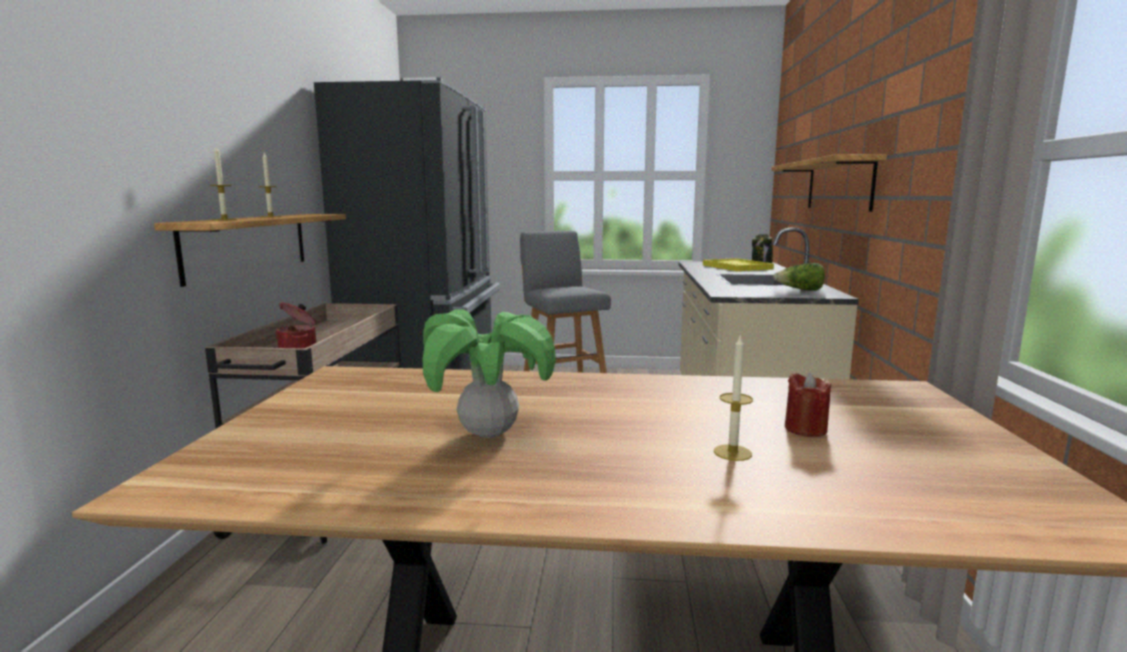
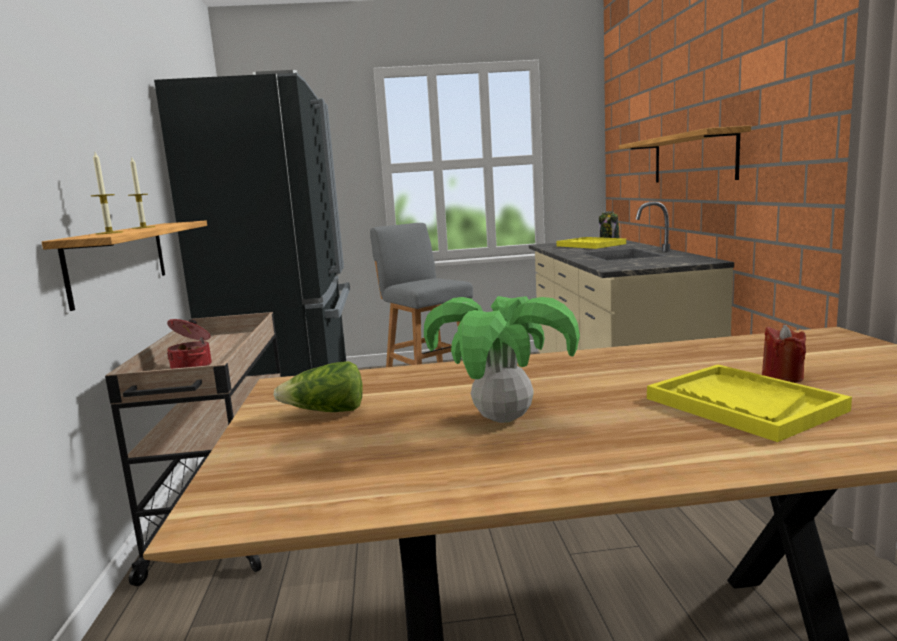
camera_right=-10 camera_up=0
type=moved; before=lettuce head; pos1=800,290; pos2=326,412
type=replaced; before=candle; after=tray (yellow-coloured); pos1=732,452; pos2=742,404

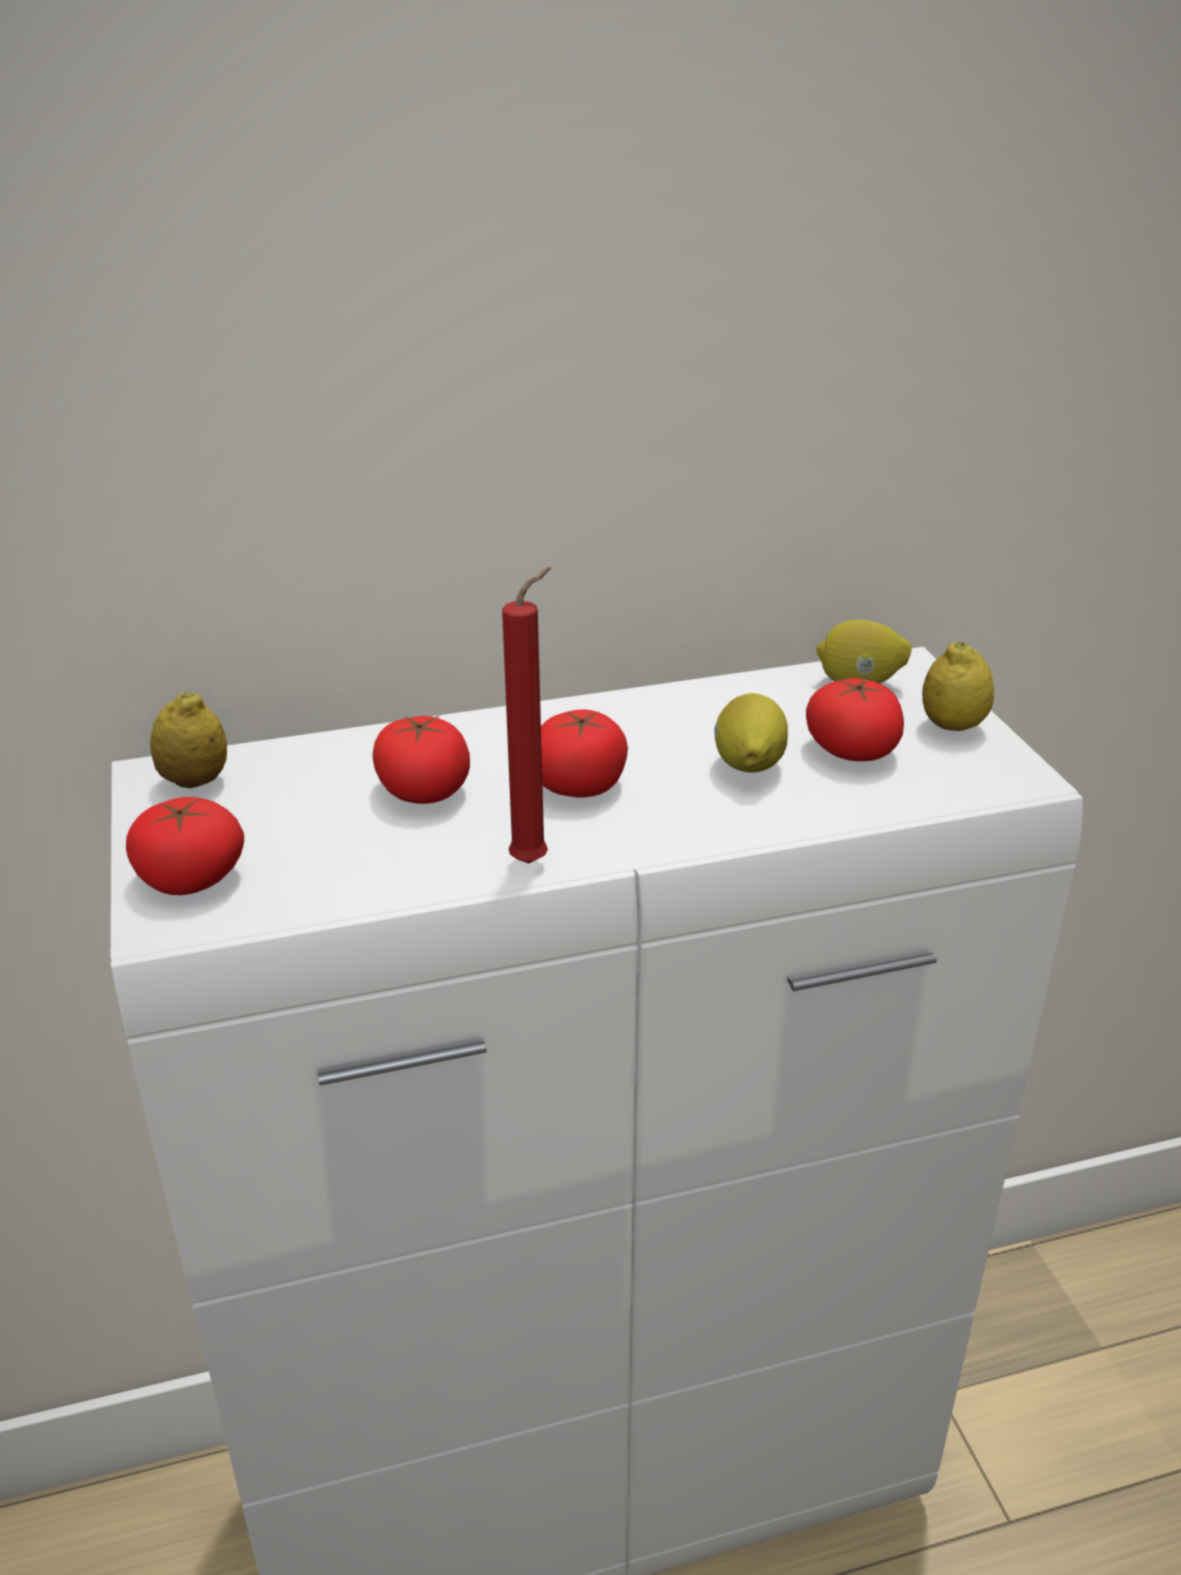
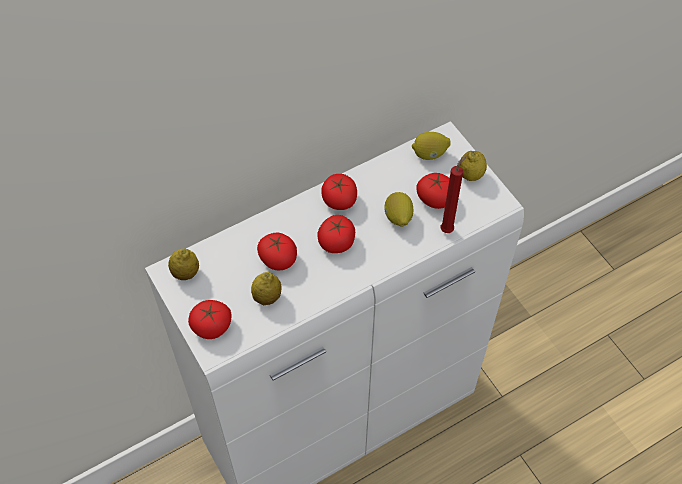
camera_right=-15 camera_up=25
type=moved; before=candle (red); pos1=534,861; pos2=448,229
type=added; after=whole tomato; pos2=339,200
type=added; after=whole lemon; pos2=267,297

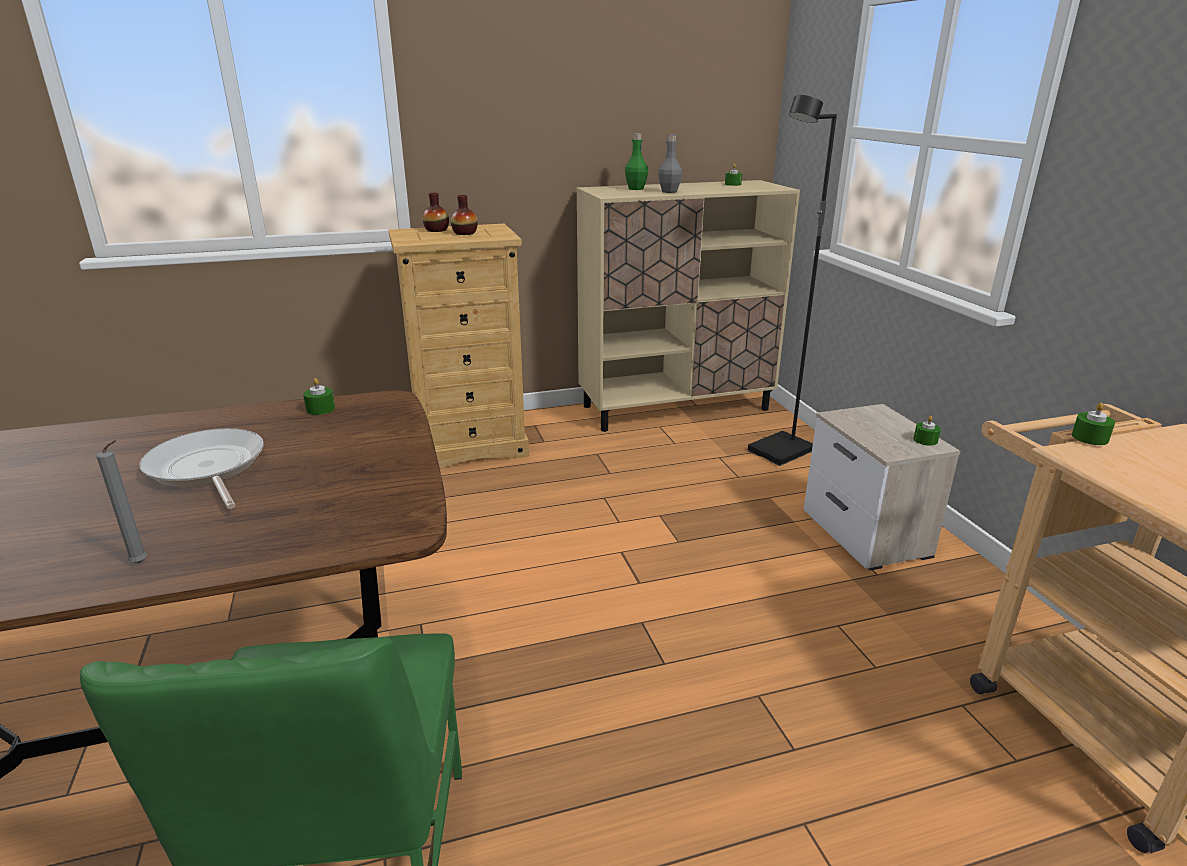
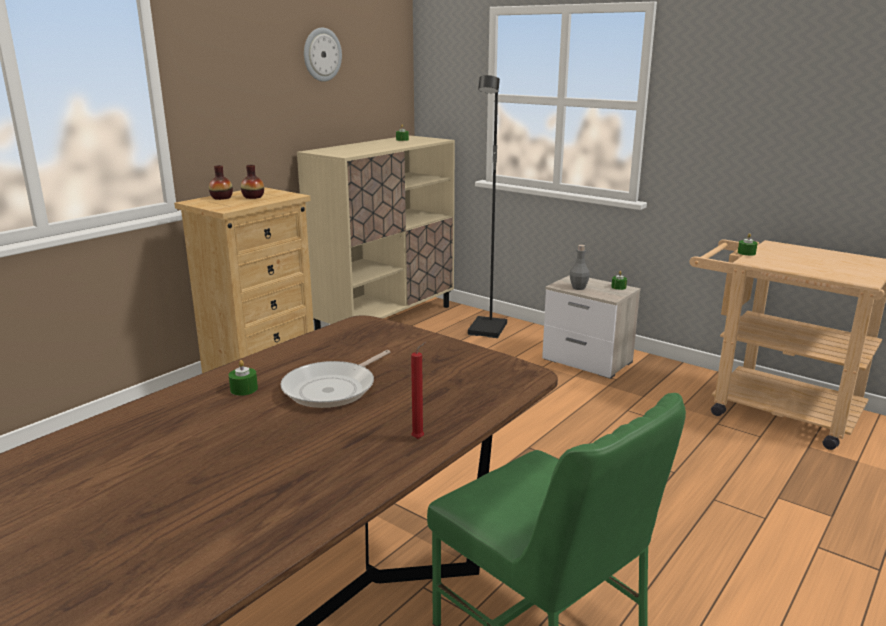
camera_right=-35 camera_up=-5
type=removed; before=bottle (green); pos1=636,189
type=moved; before=bottle (greyish); pos1=669,191; pos2=578,288
type=moved; before=candle (green); pos1=320,409; pos2=244,389
type=turned; before=skillet; pos1=207,469; pos2=333,389; turn=-75
type=recoloured; before=candle (greyish); after=candle (red); pos1=142,563; pos2=419,438
type=added; after=wall clock; pos2=321,54

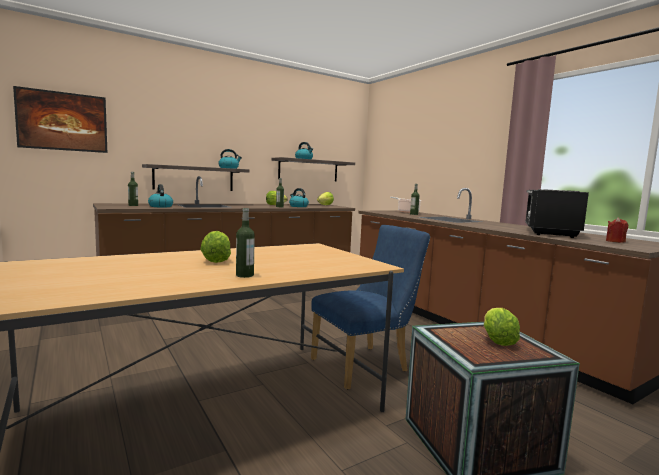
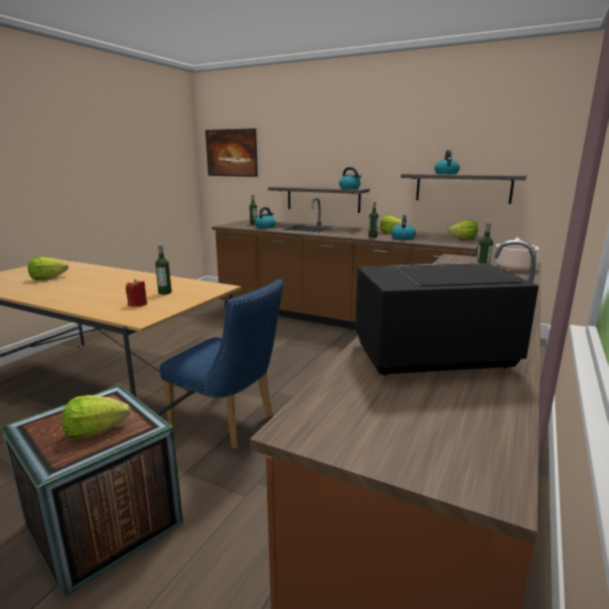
camera_right=60 camera_up=10
type=moved; before=bottle; pos1=244,275; pos2=165,293
type=moved; before=candle (red); pos1=615,241; pos2=138,304
type=moved; before=lettuce head; pos1=216,260; pos2=47,278

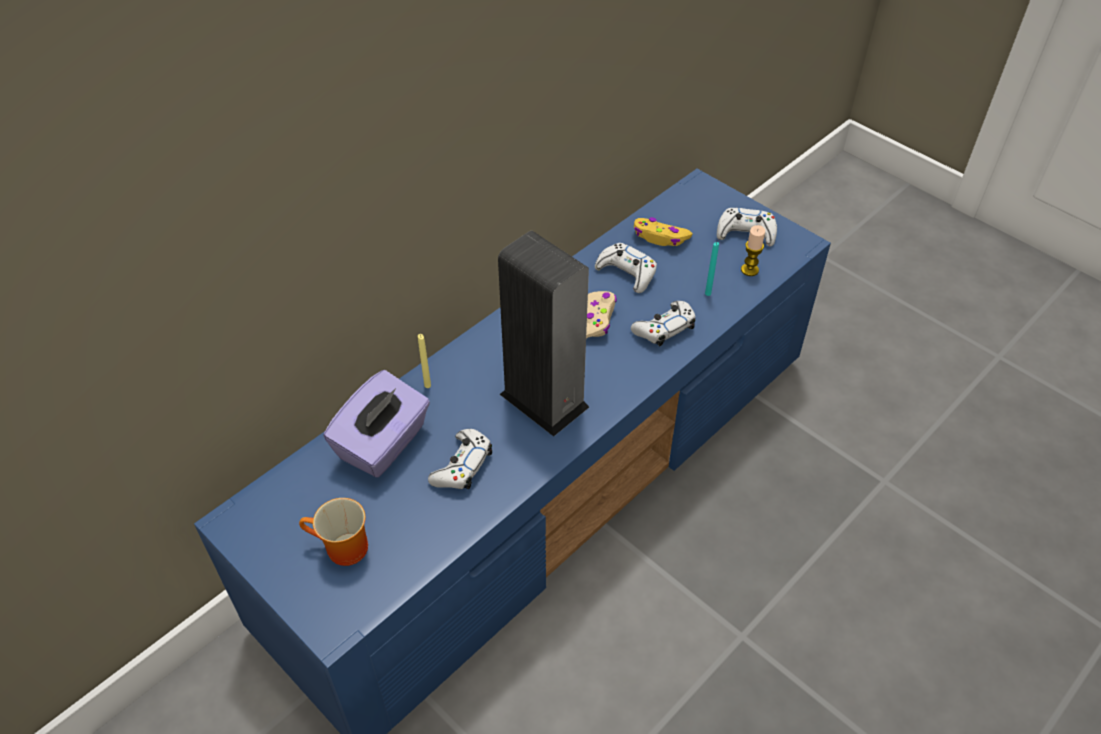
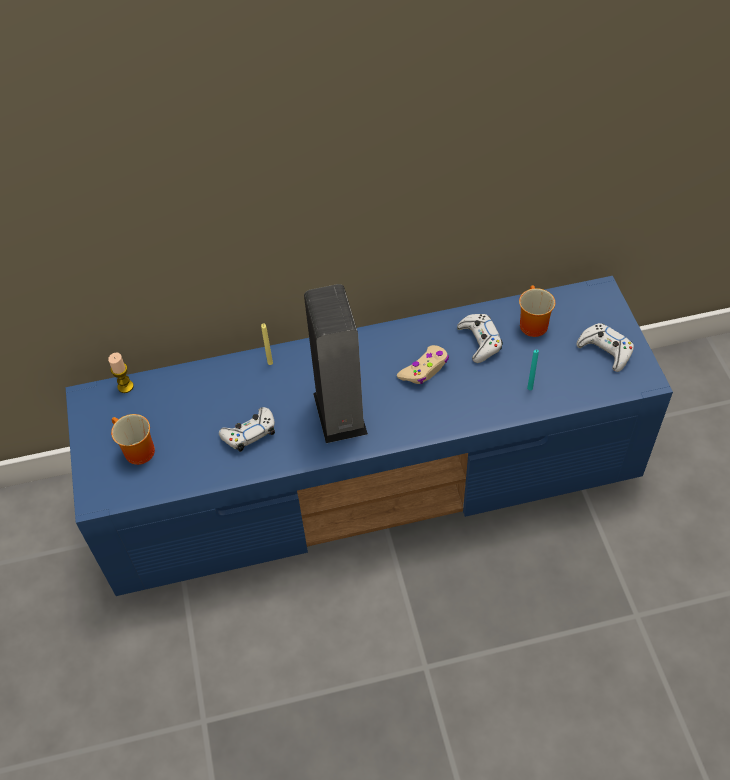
camera_right=35 camera_up=5
type=replaced; before=game controller (yellow-coloured); after=tea mug; pos1=660,237; pos2=530,323
type=moved; before=candle; pos1=749,270; pos2=125,386
type=removed; before=game controller (white-coloured); pos1=664,328
type=removed; before=tissue holder (purple); pos1=383,444

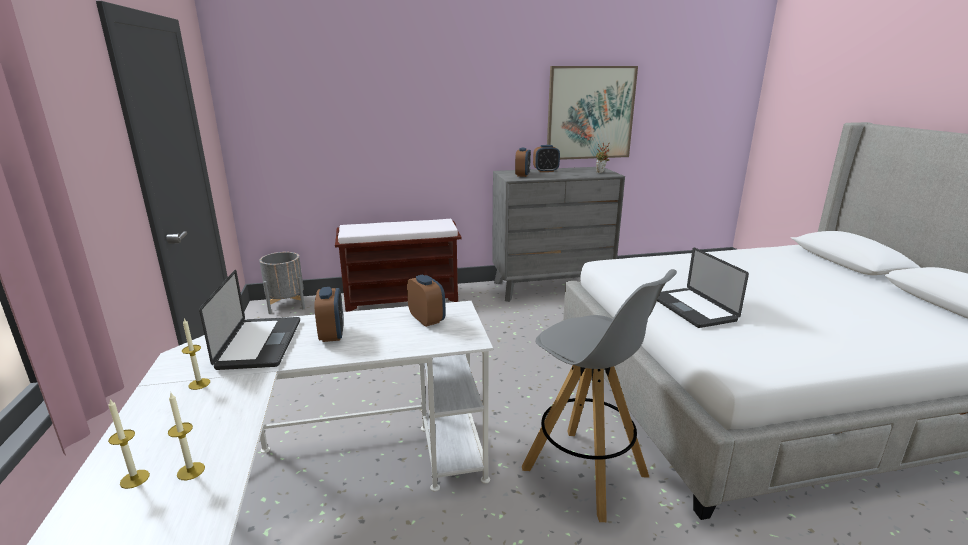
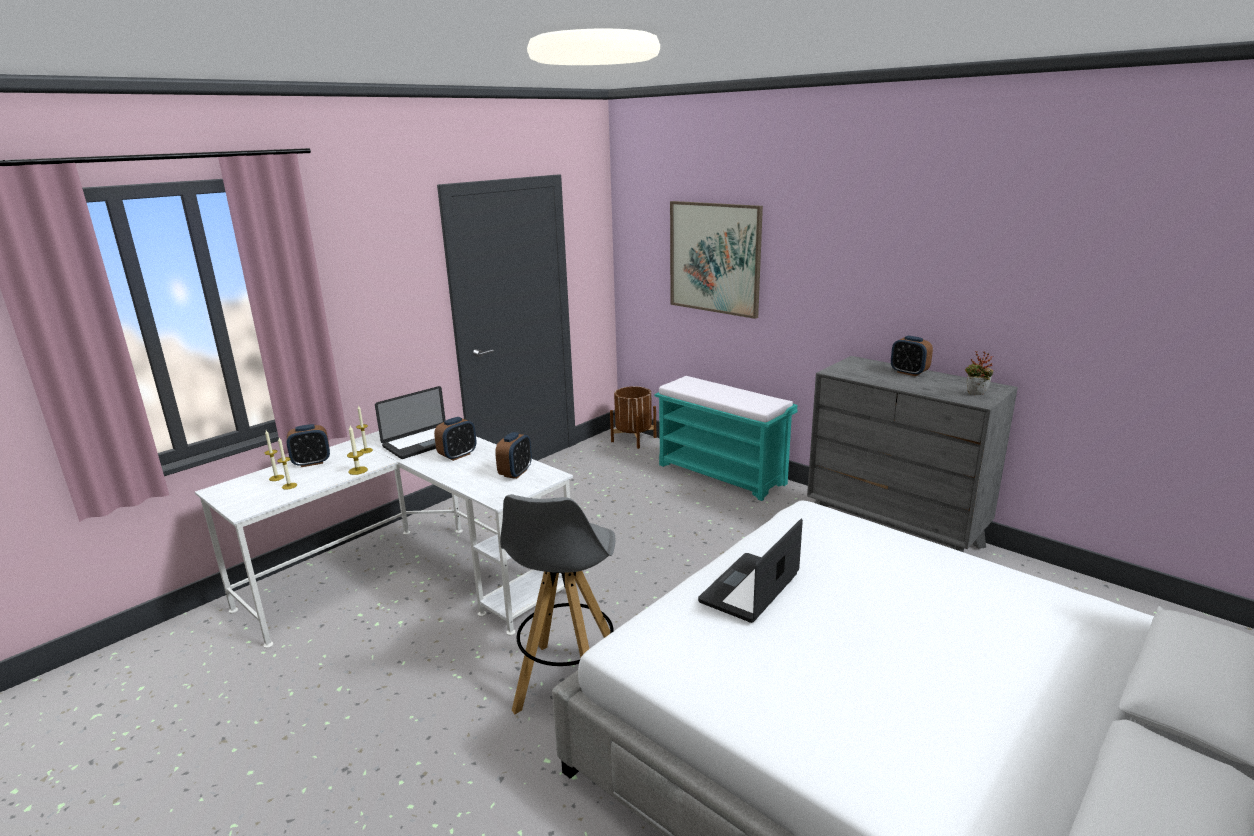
camera_right=55 camera_up=0
type=moved; before=wall picture; pos1=590,113; pos2=714,258
type=moved; before=table clock; pos1=522,175; pos2=311,462
type=recoloured; before=long seat (brownish); after=long seat (turquoise); pos1=402,298; pos2=722,474
type=recoloured; before=flower pot (greyish); after=flower pot (brownish); pos1=286,304; pos2=633,439
type=added; after=candle; pos2=358,470

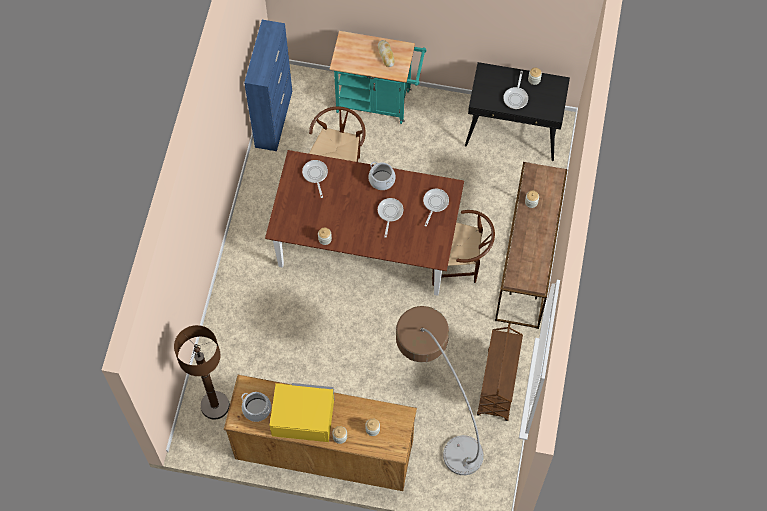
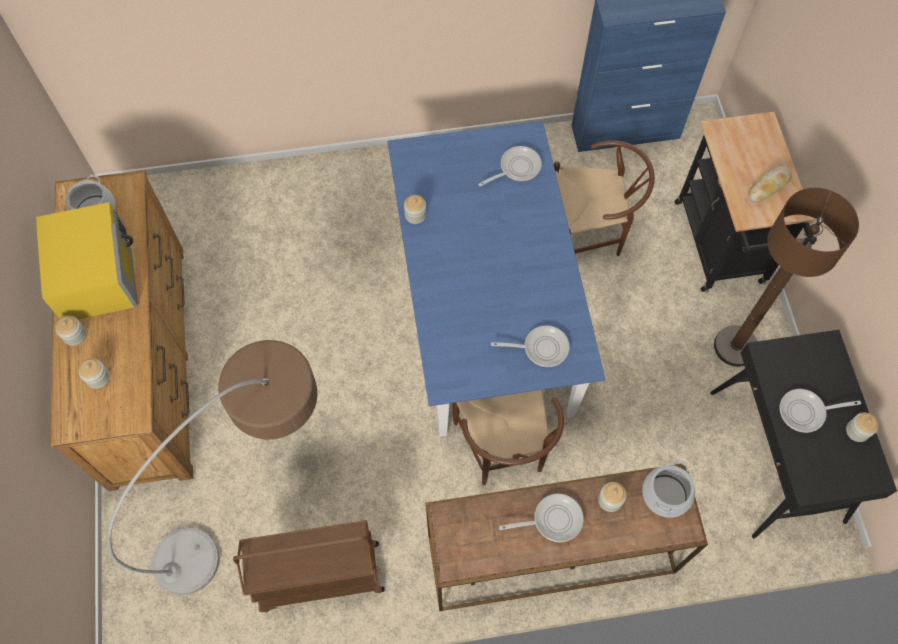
camera_right=70 camera_up=0
type=recoloured; before=cart (turquoise); after=cart (black); pos1=378,101; pos2=722,249
type=recoloured; before=dining table (brownish); after=dining table (blue); pos1=366,244; pos2=484,309
type=moved; before=cooking pot; pos1=381,180; pos2=665,494
type=moved; before=skillet; pos1=389,213; pos2=553,519
type=moved; before=standard lamp (brownish); pos1=215,405; pos2=735,346

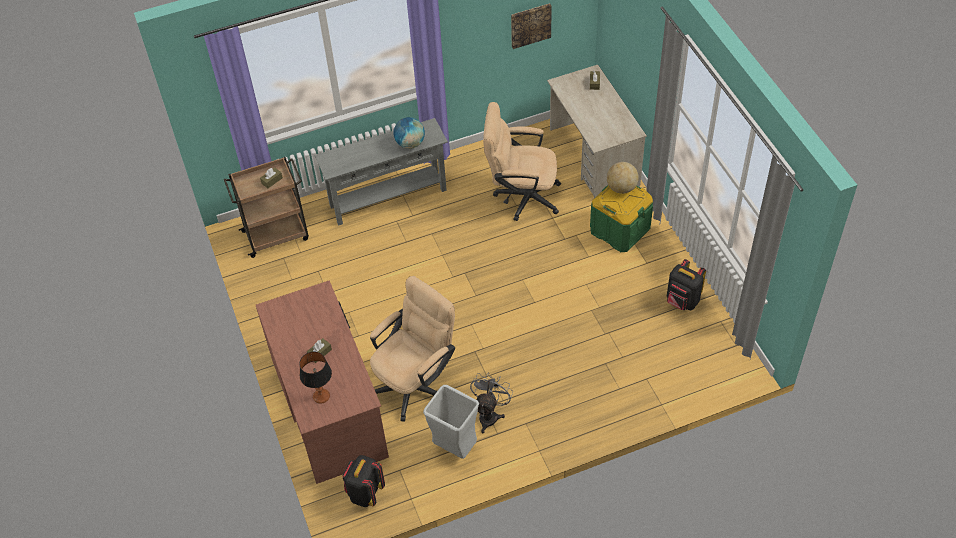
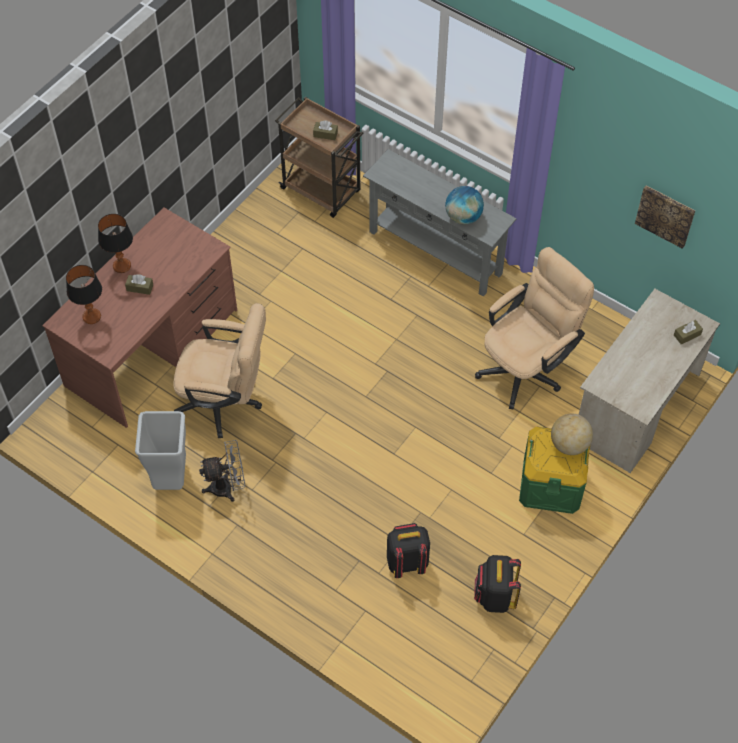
camera_right=55 camera_up=5
type=turned; before=desk chair (beige-coloured); pos1=521,196; pos2=527,367; turn=75
type=moved; before=rucksack (black); pos1=365,493; pos2=406,562
type=added; after=tabletop lamp; pos2=122,266

